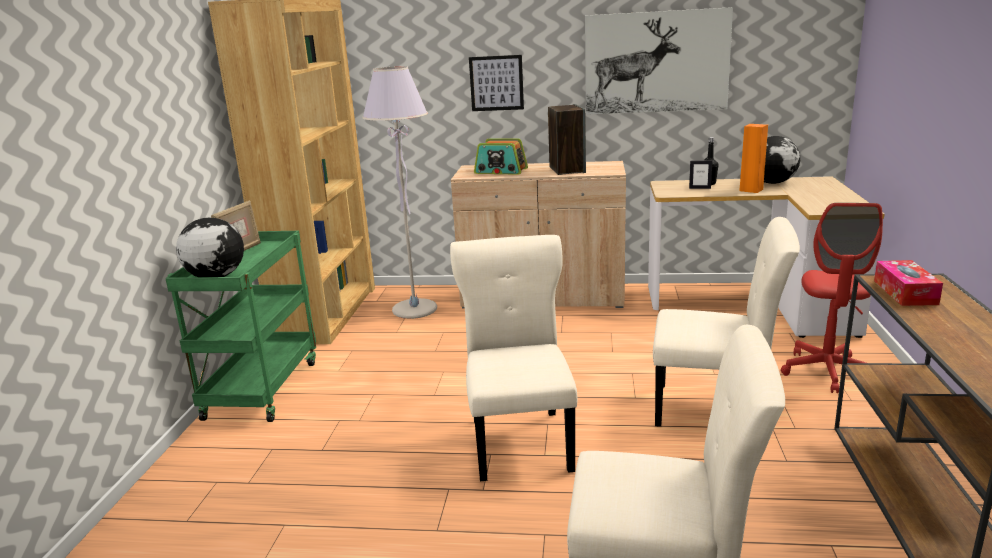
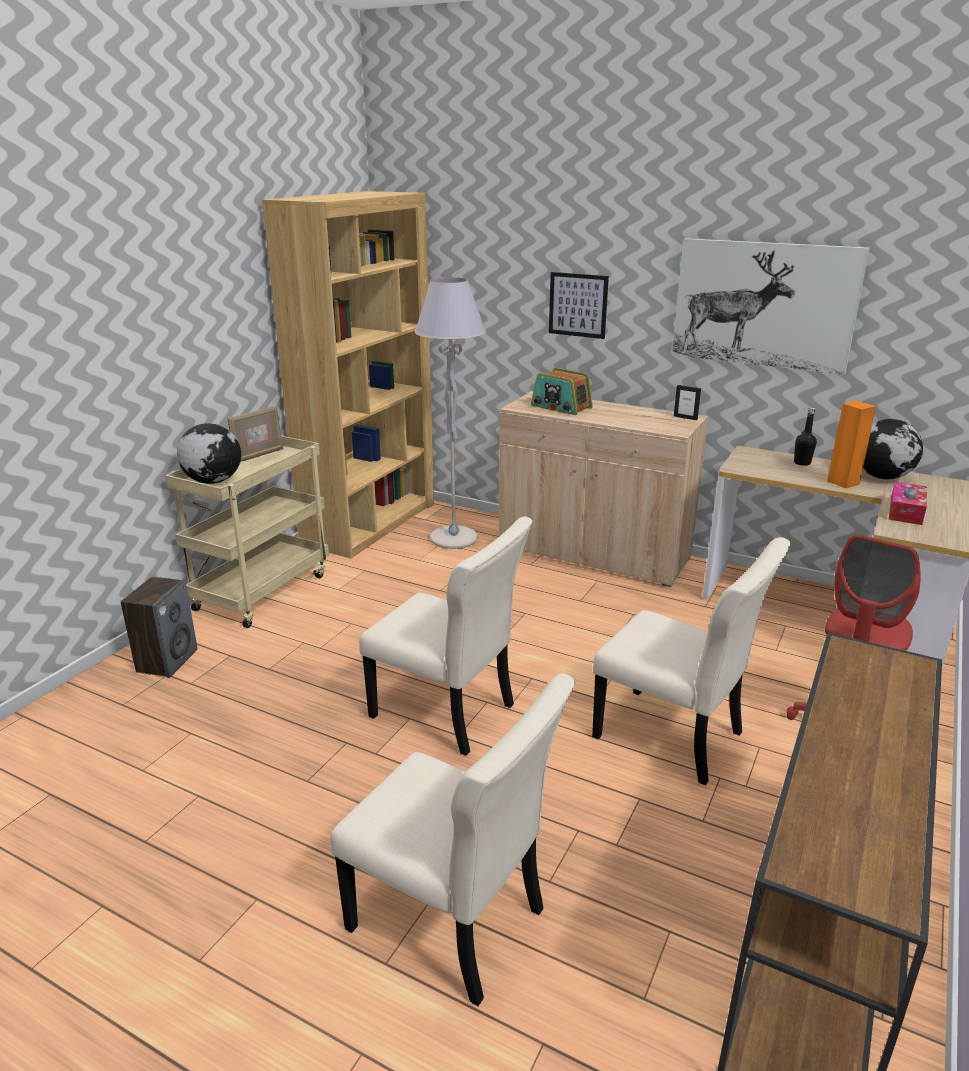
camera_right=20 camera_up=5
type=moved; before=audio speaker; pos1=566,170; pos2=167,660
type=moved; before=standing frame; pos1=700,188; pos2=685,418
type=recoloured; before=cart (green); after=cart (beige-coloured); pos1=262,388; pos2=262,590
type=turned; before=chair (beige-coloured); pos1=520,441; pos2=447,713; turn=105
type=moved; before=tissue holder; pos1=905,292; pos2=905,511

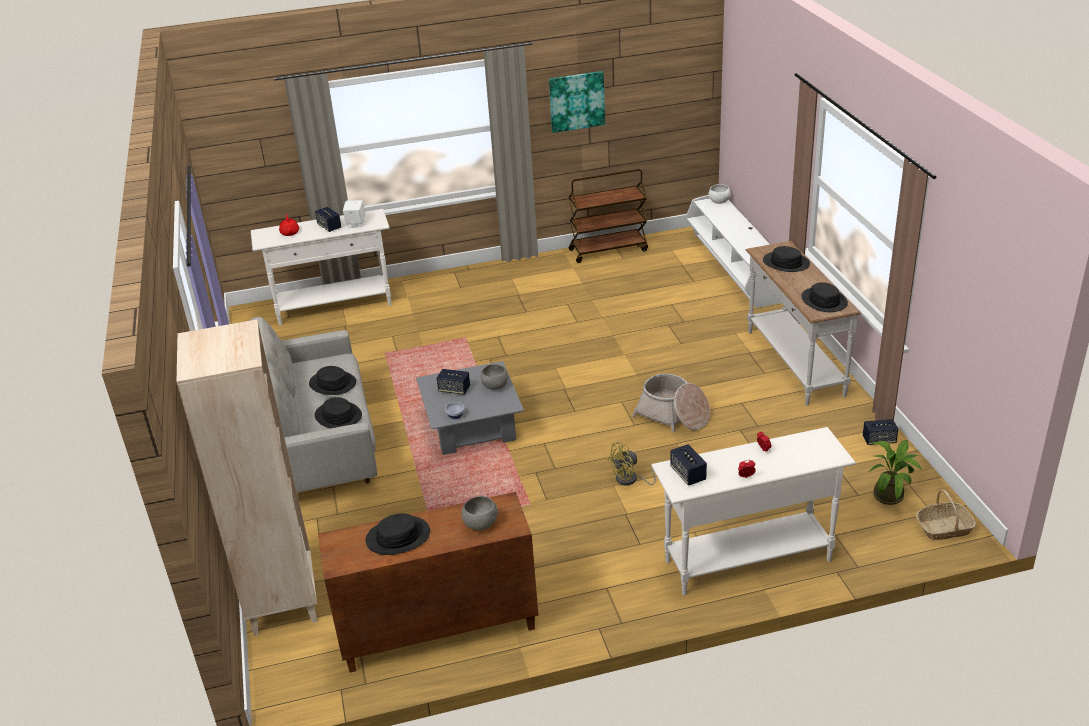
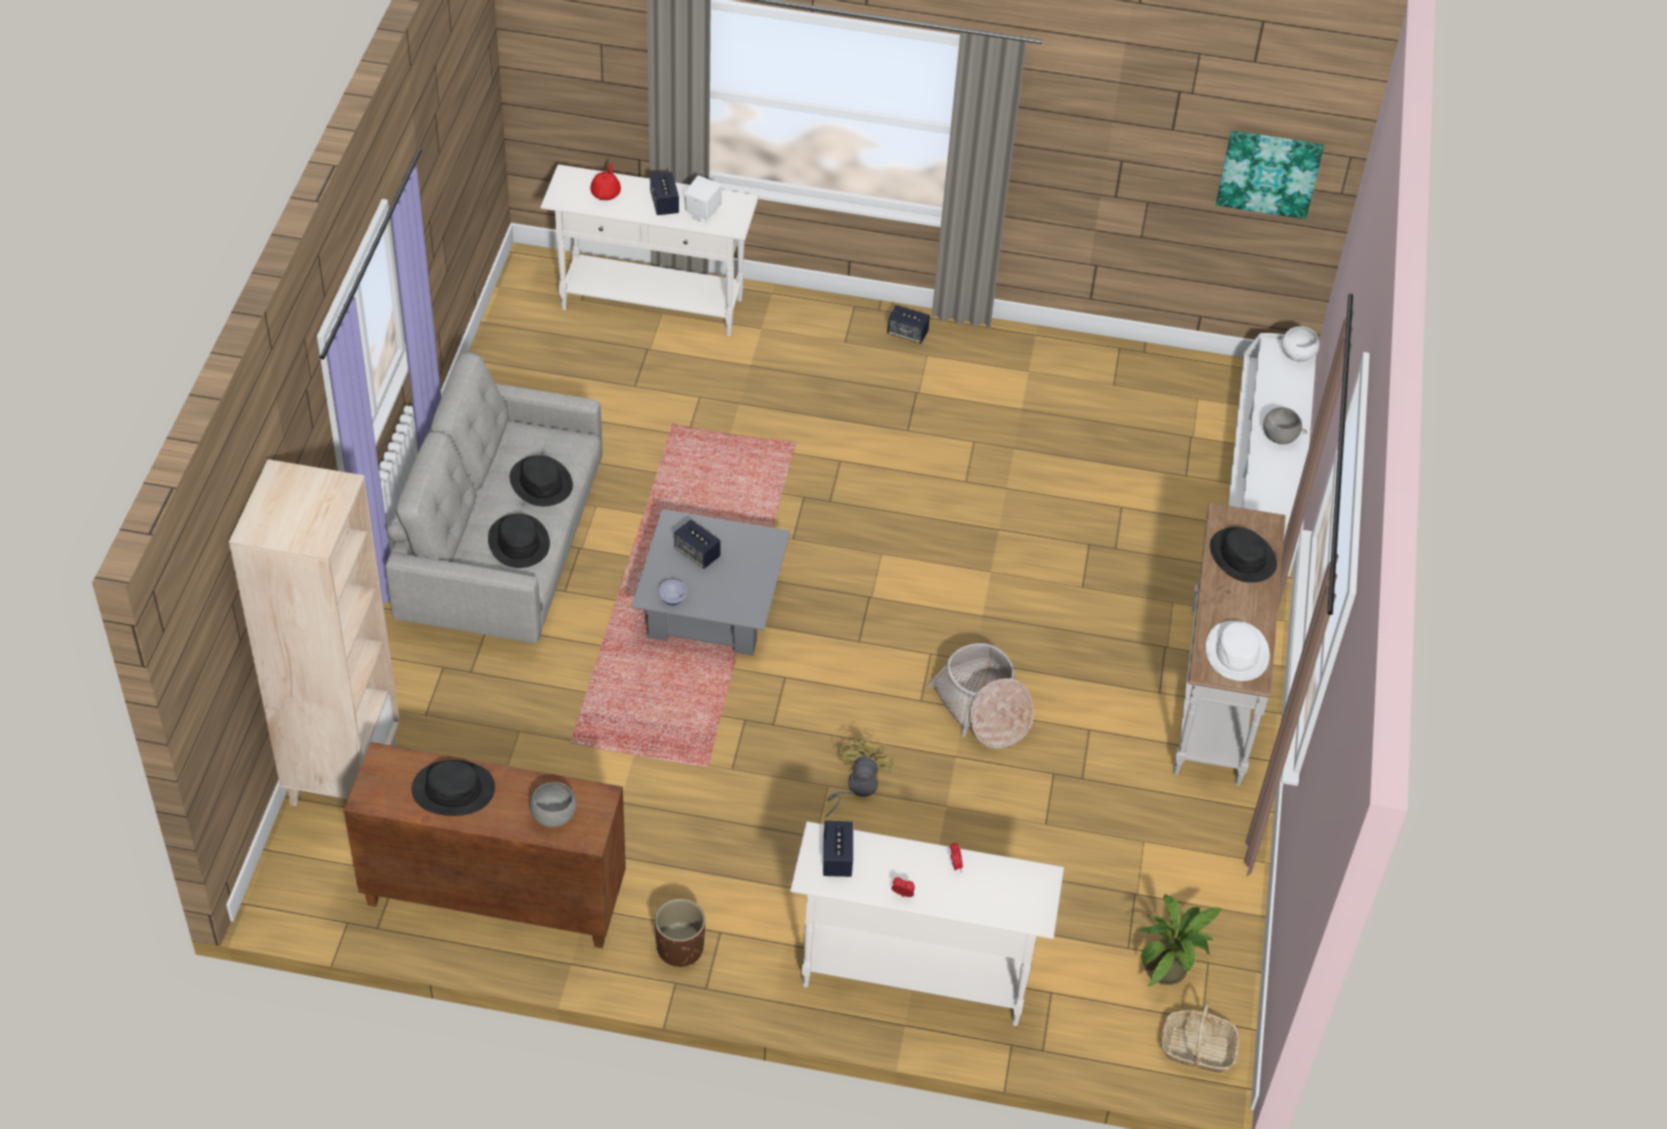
camera_right=20 camera_up=15
type=moved; before=wall picture; pos1=576,101; pos2=1269,172
type=removed; before=cart (brownish); pos1=608,250
type=recoloured; before=wearable hat (black); after=wearable hat (white-coloured); pos1=824,300; pos2=1237,652
type=moved; before=serving bowl (greyish); pos1=495,386; pos2=1279,437
type=moved; before=audio speaker; pos1=879,440; pos2=907,334
type=turned; before=fan (yellow-coloured); pos1=631,480; pos2=856,788; turn=105
type=added; after=flower pot (brownish); pos2=680,948

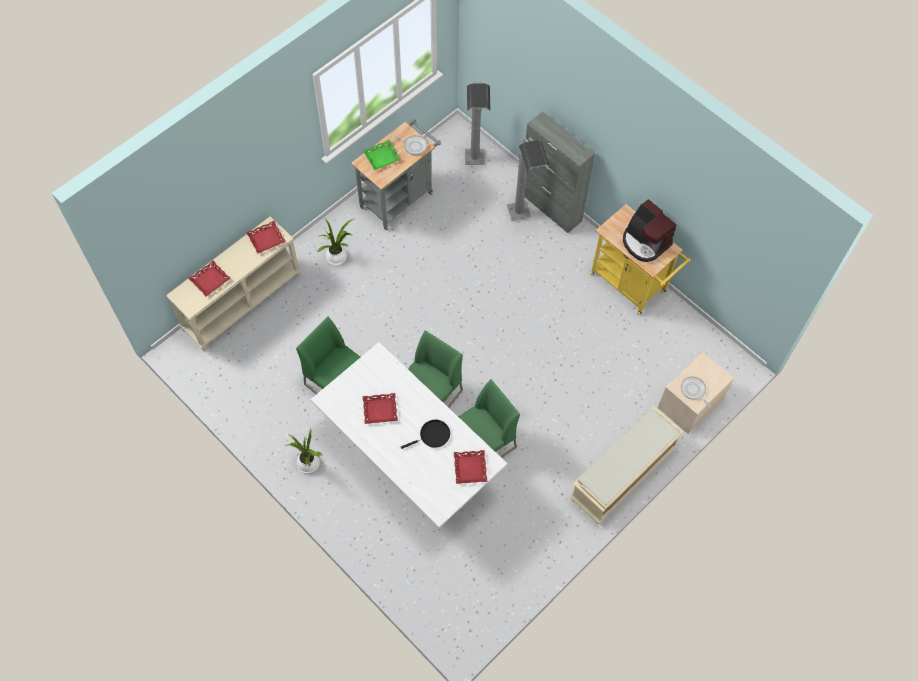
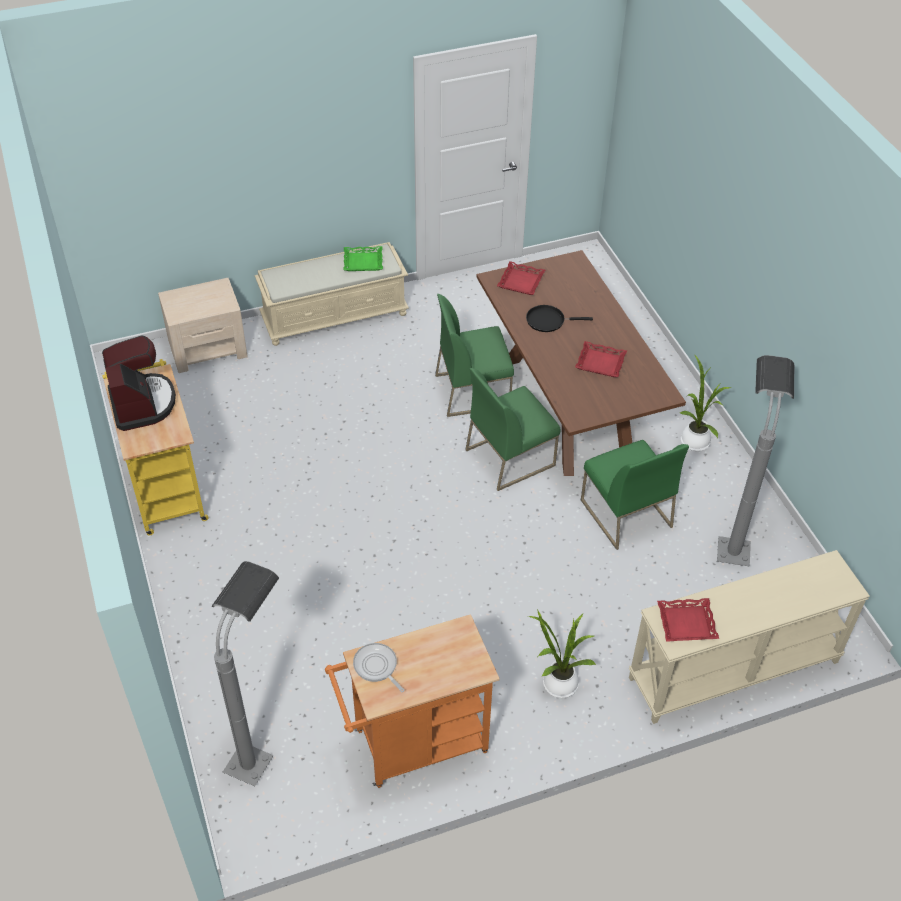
camera_right=-155 camera_up=-15
type=removed; before=storage cabinet (greyish); pos1=551,207
type=recoloured; before=cart (greyish); after=cart (orange-coloured); pos1=399,197; pos2=413,745
type=moved; before=standard lamp (greyish); pos1=522,224; pos2=733,535
type=moved; before=tray (green); pos1=382,157; pos2=363,261
type=removed; before=tray (red); pos1=210,280
type=recoloured; before=dining table (white-coloured); after=dining table (brownish); pos1=410,459; pos2=566,405
type=removed; before=skillet; pos1=693,390

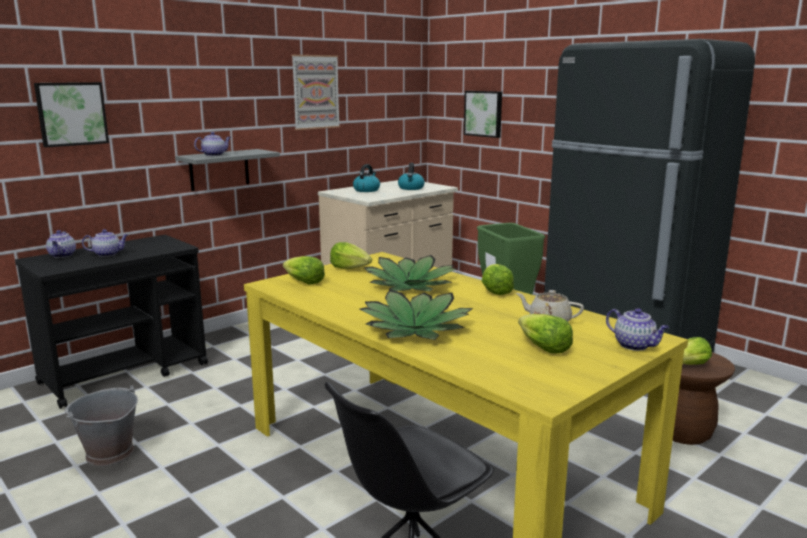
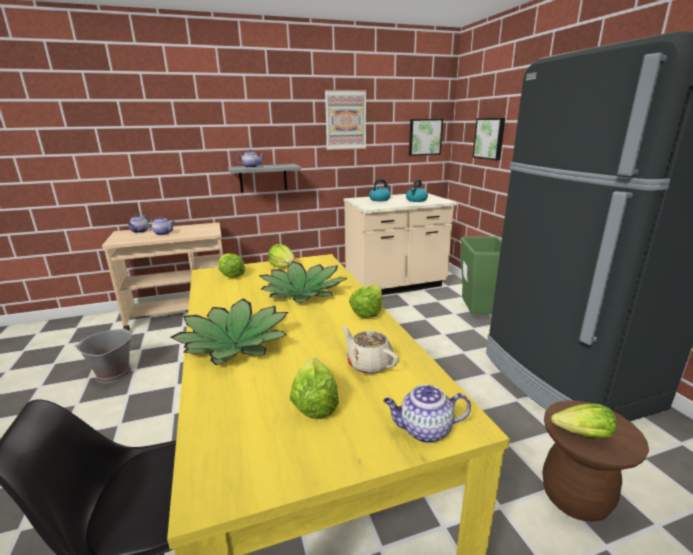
camera_right=25 camera_up=5
type=moved; before=wall picture; pos1=71,114; pos2=424,137
type=recoloured; before=cart (black); after=cart (beige-coloured); pos1=126,373; pos2=182,313
type=turned; before=tea pot; pos1=635,345; pos2=424,430; turn=105

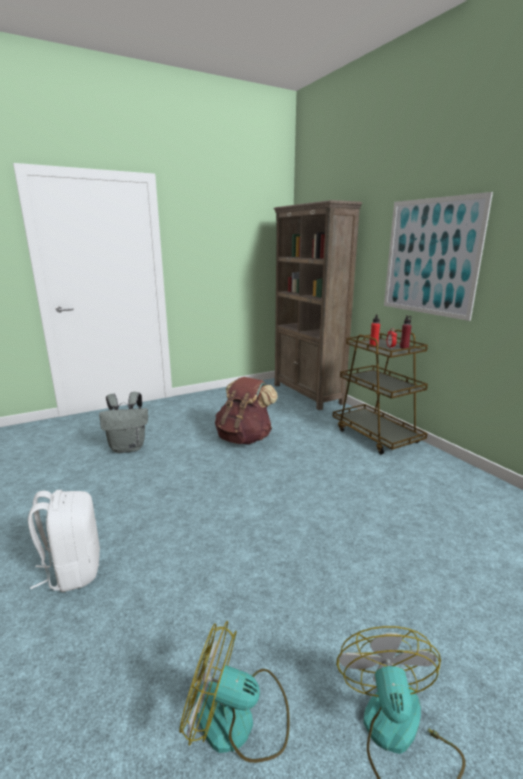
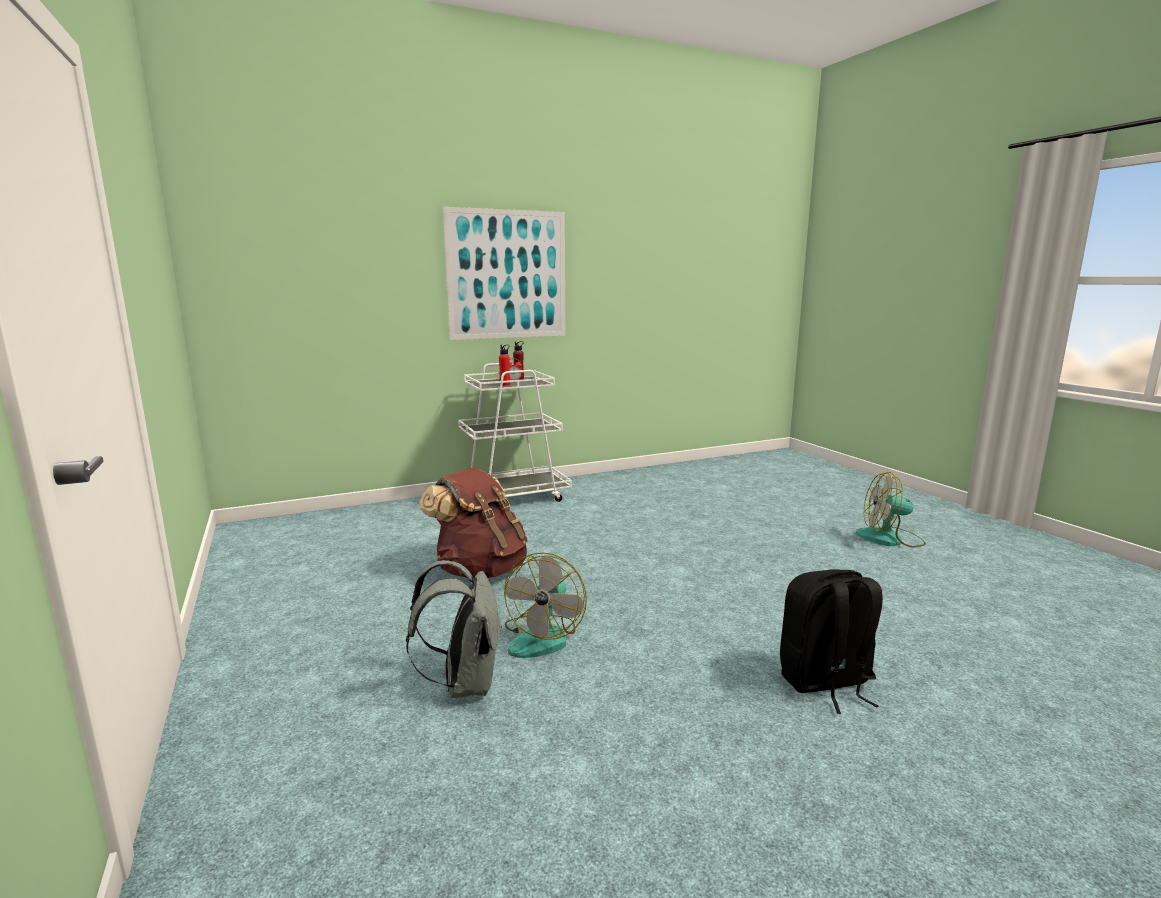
camera_right=-85 camera_up=-5
type=removed; before=shelving unit (brownish); pos1=307,394
type=recoloured; before=cart (brownish); after=cart (white-coloured); pos1=376,436; pos2=512,497
type=recoloured; before=rucksack (white-coloured); after=rucksack (black); pos1=73,570; pos2=825,683
type=moved; before=fan; pos1=238,720; pos2=543,637

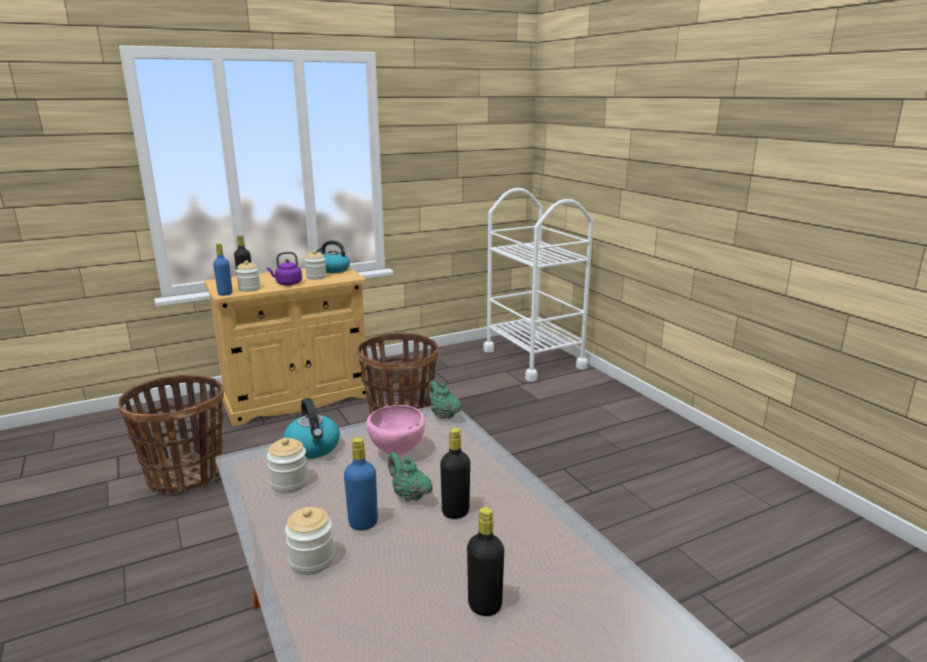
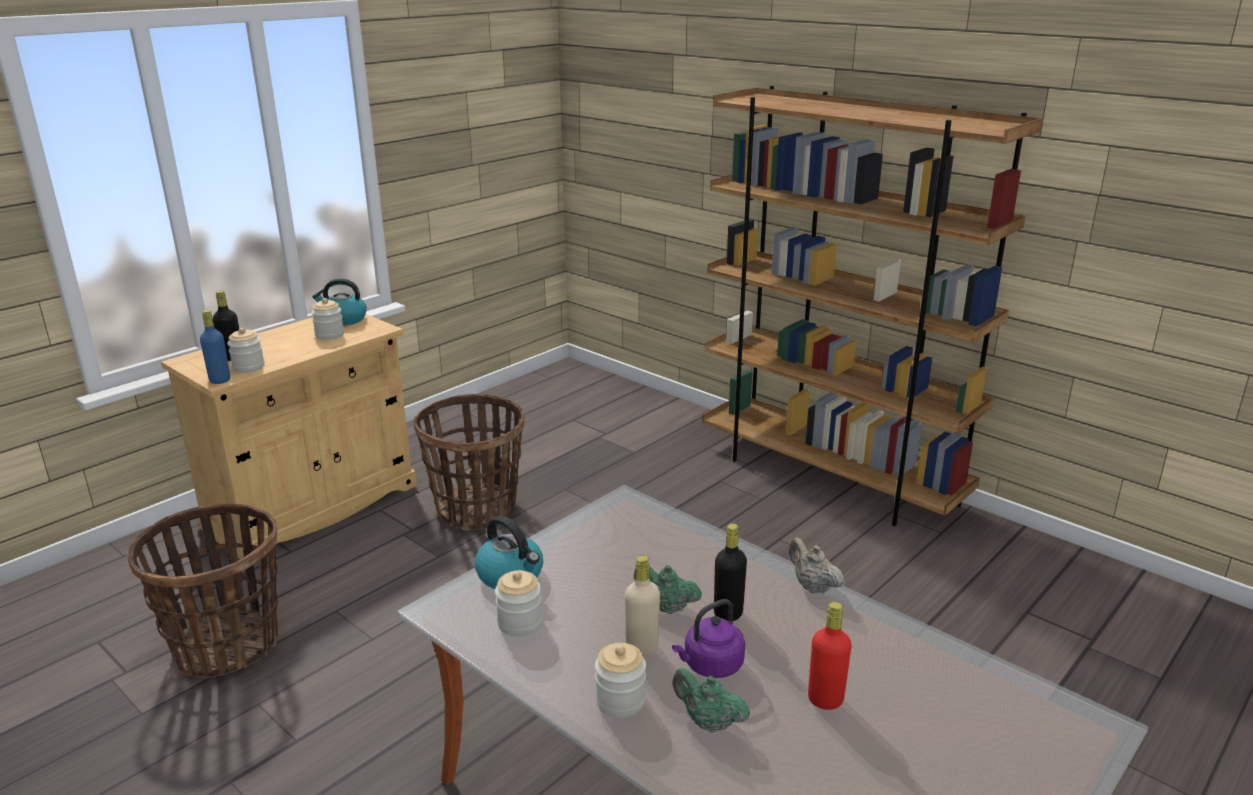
camera_right=-20 camera_up=5
type=removed; before=cart (white-coloured); pos1=533,359
type=moved; before=tea kettle (purple); pos1=287,283; pos2=710,666
type=moved; before=tea pot (green); pos1=443,415; pos2=708,722
type=removed; before=serving bowl (pinkish); pos1=397,452
type=recoloured; before=bottle (blue); after=bottle (beige-coloured); pos1=363,523; pos2=642,648
type=recoloured; before=bottle (black); after=bottle (red); pos1=484,605; pos2=825,700
type=added; after=shelving unit (brownish); pos2=830,477
type=added; after=tea pot (beige-coloured); pos2=812,586

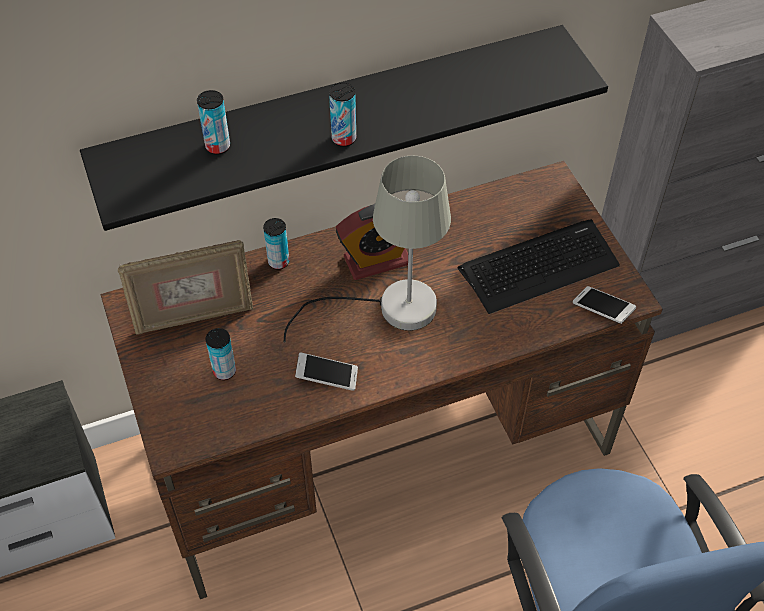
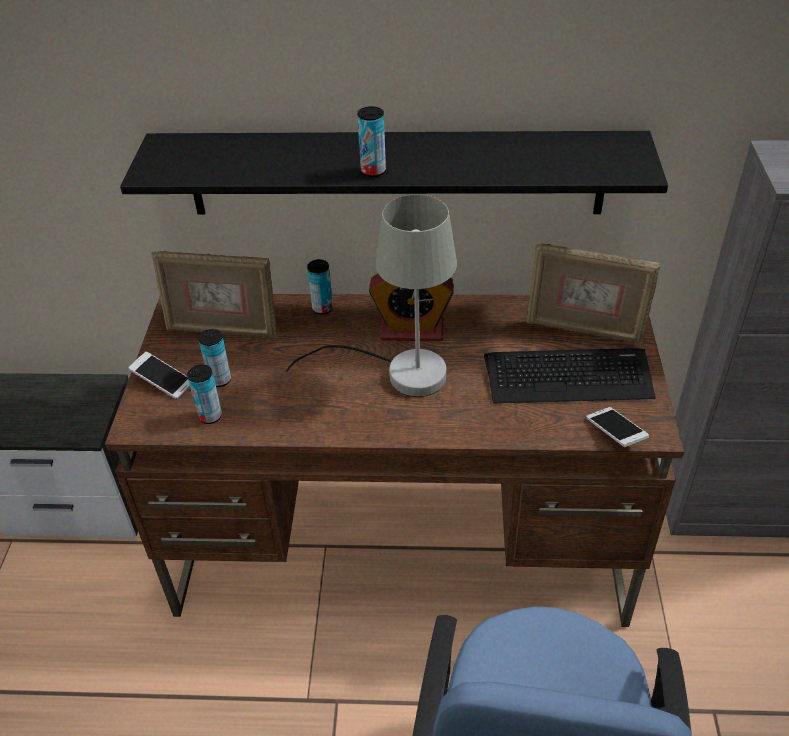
camera_right=25 camera_up=-10
type=moved; before=metal can; pos1=218,146; pos2=210,416
type=moved; before=handset; pos1=327,377; pos2=163,382
type=added; after=standing frame; pos2=584,330

